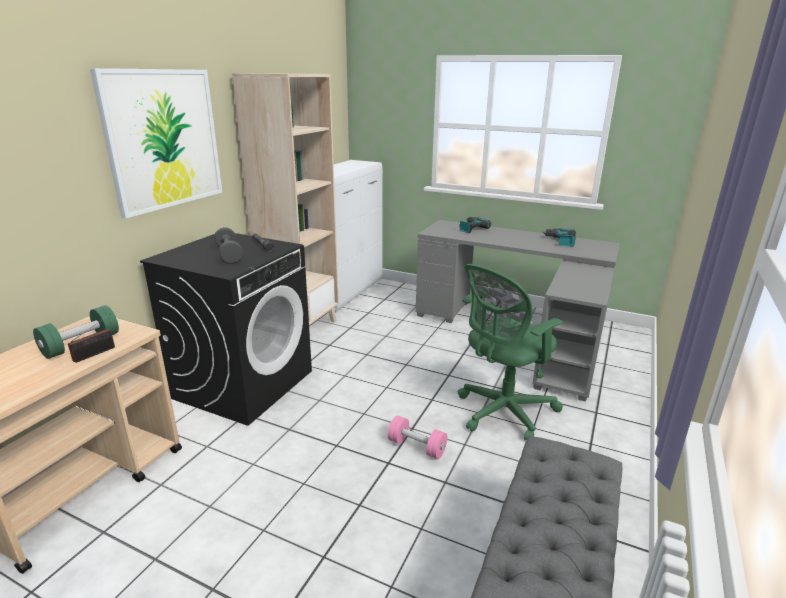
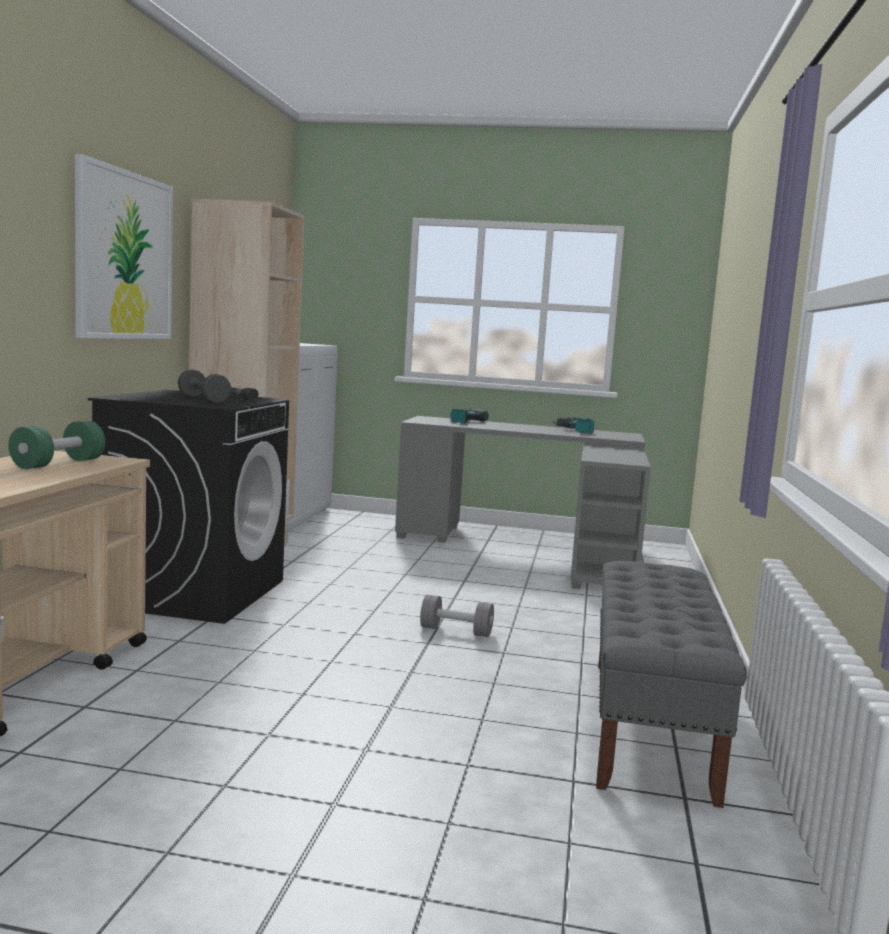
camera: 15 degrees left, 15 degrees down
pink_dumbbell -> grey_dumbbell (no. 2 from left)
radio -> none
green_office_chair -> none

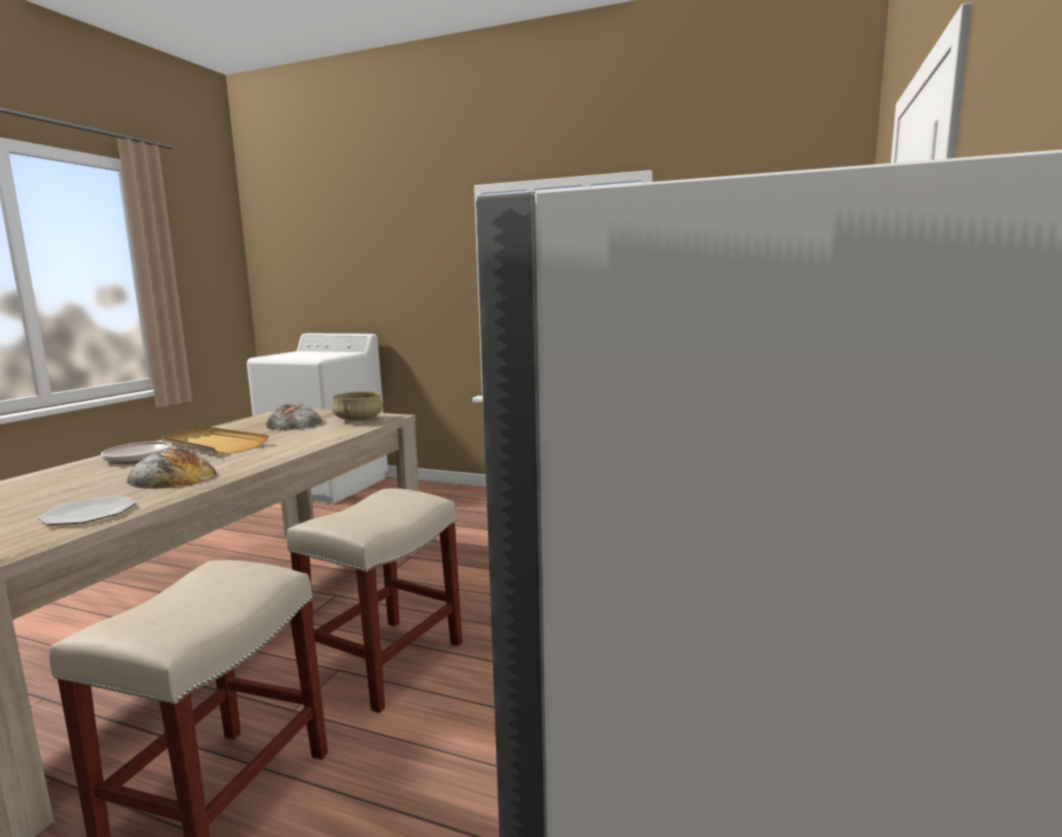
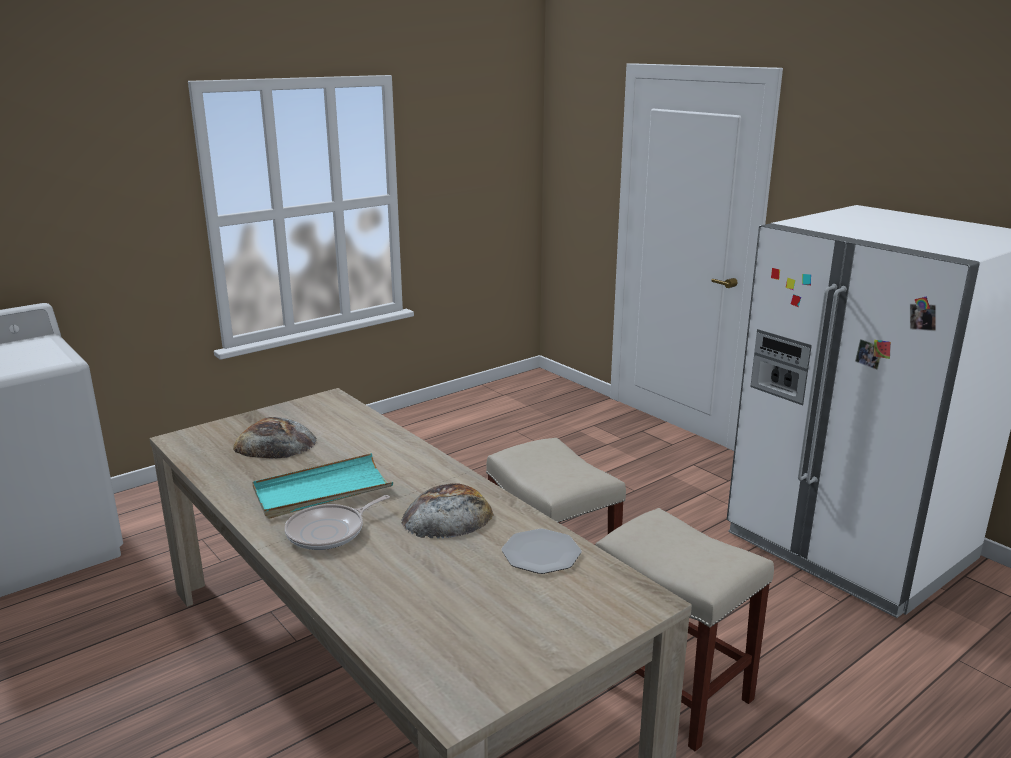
camera: 60 degrees left, 10 degrees up
beige_tray -> turquoise_tray
beige_cooking_pot -> none

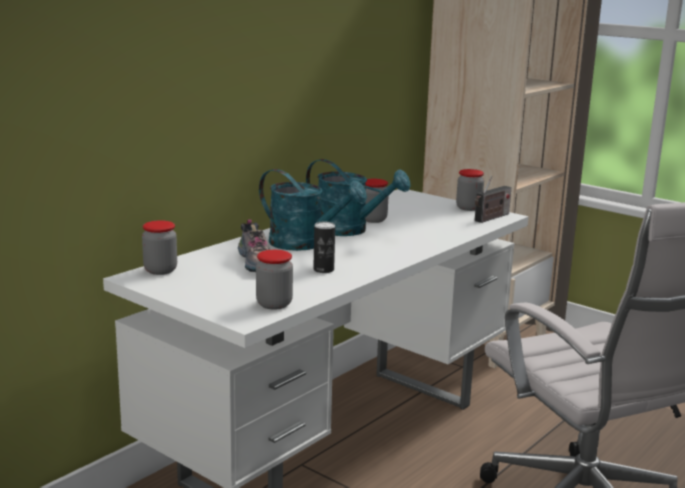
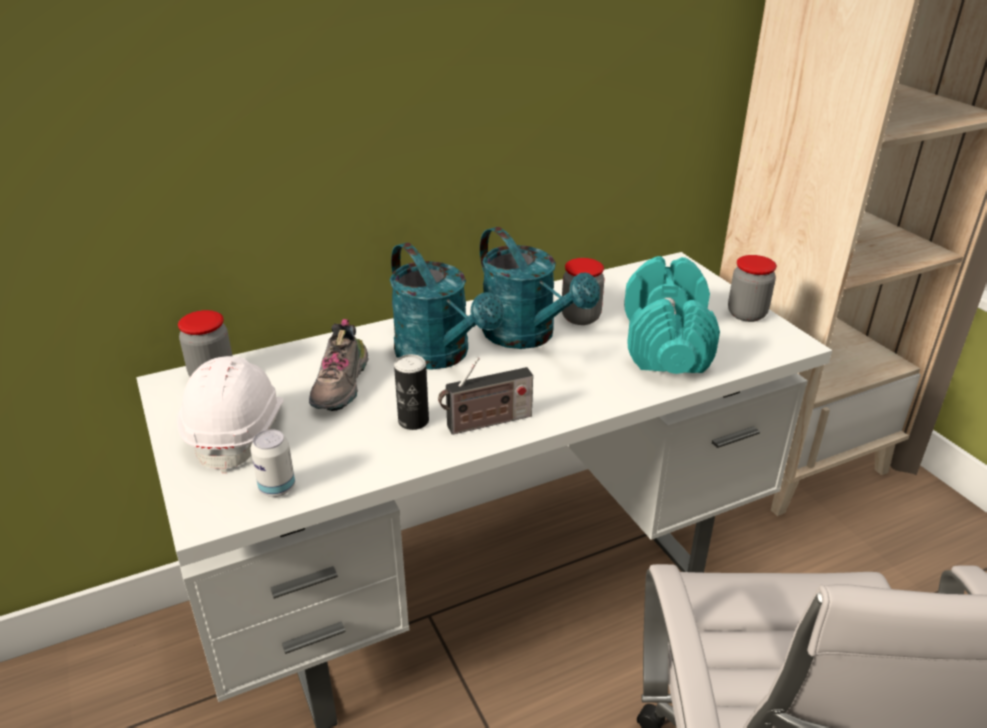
camera: 25 degrees right, 15 degrees up
none -> white_hard_hat
jar (no. 2 from left) -> can (no. 1 from left)
radio, relocated
none -> turquoise_dumbbell

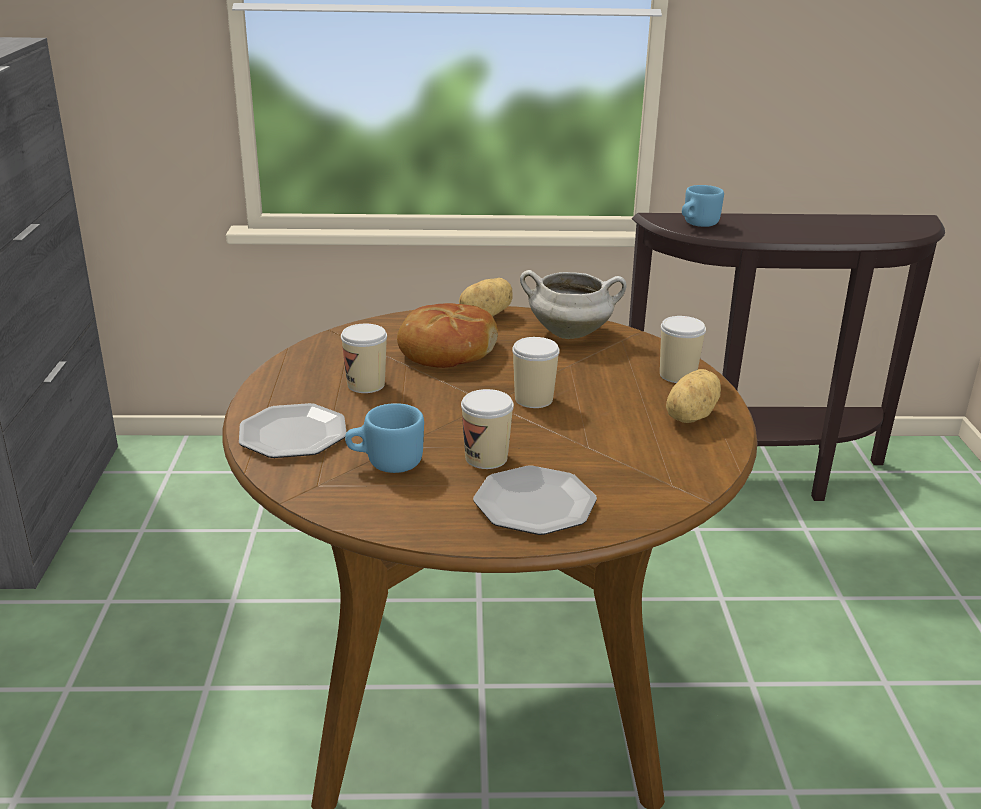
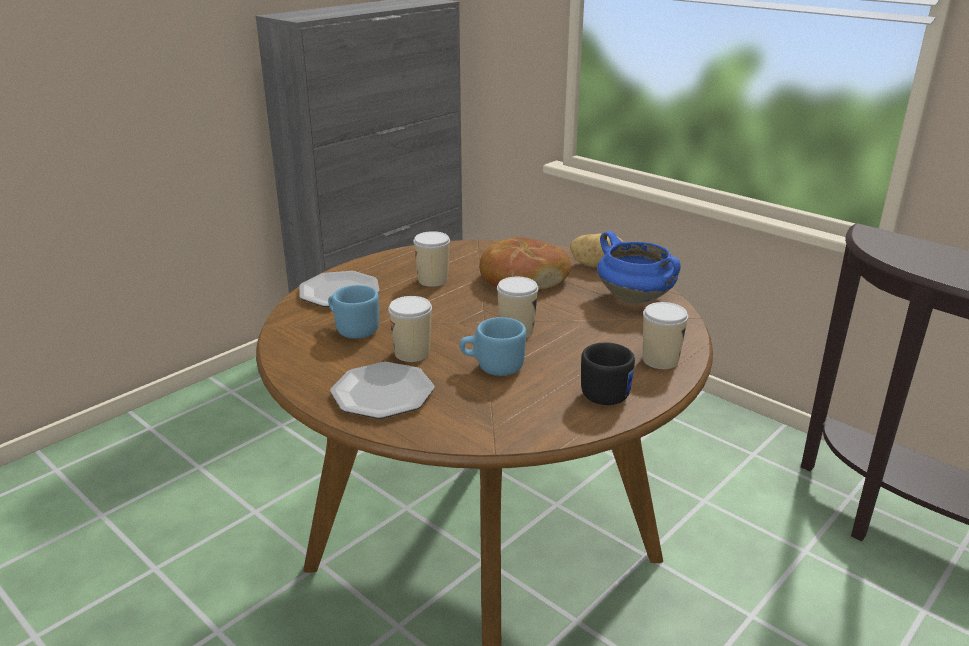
camera: 45 degrees right, 0 degrees up
blue_mug (no. 2 from left), relocated
potato (no. 2 from left) -> black_mug
white_cooking_pot -> blue_cooking_pot

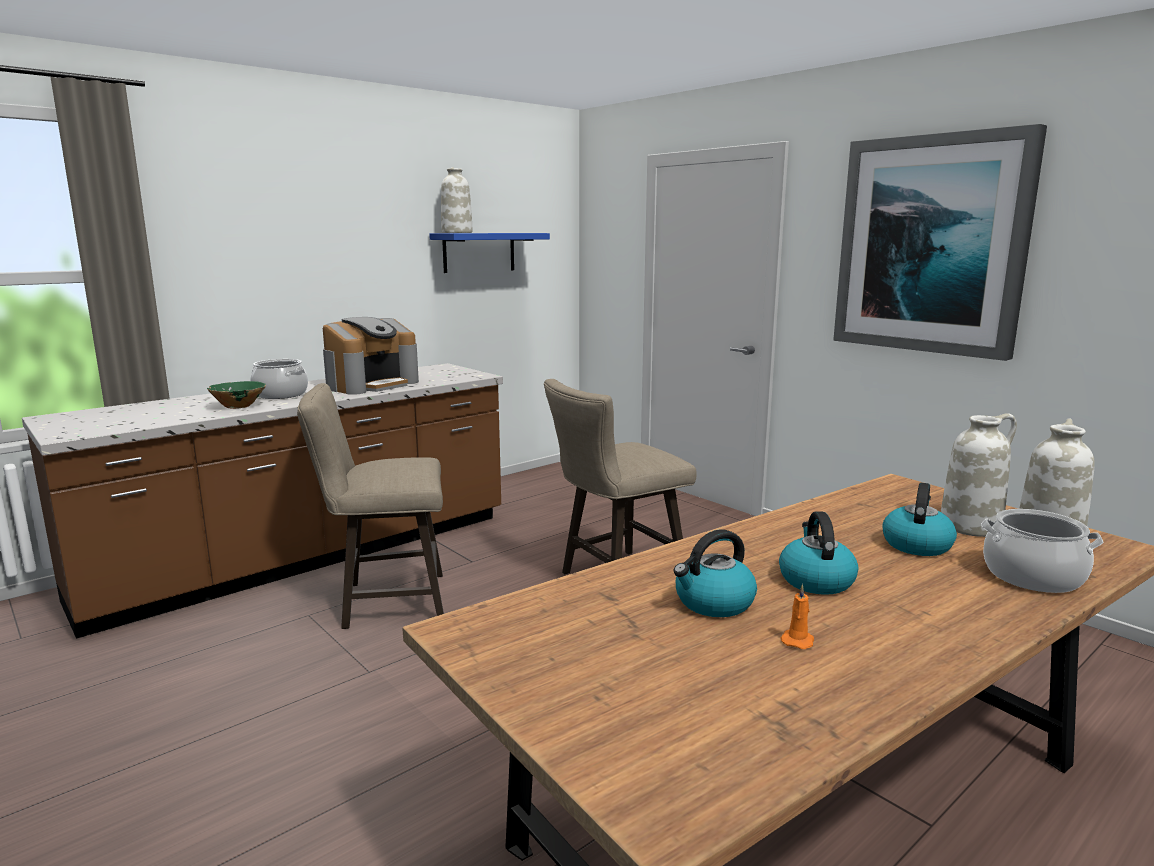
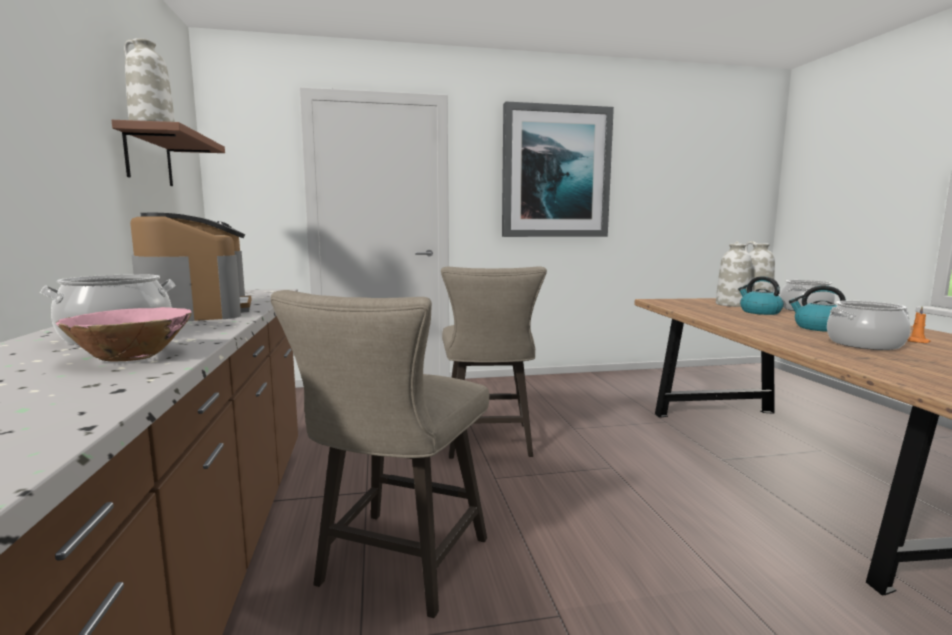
camera: 60 degrees left, 5 degrees down
green_bowl -> pink_bowl
blue_shelf -> brown_shelf
kettle (no. 1 from left) -> cooking_pot (no. 3 from left)

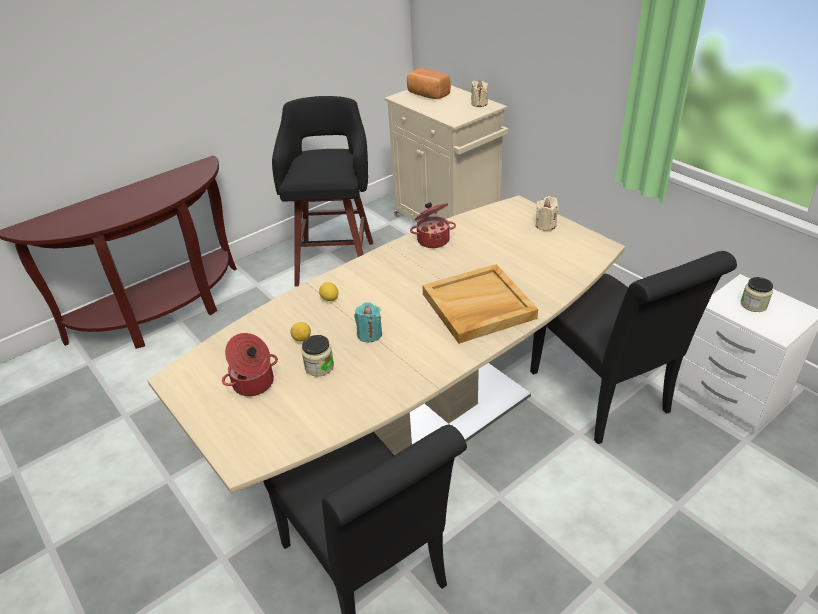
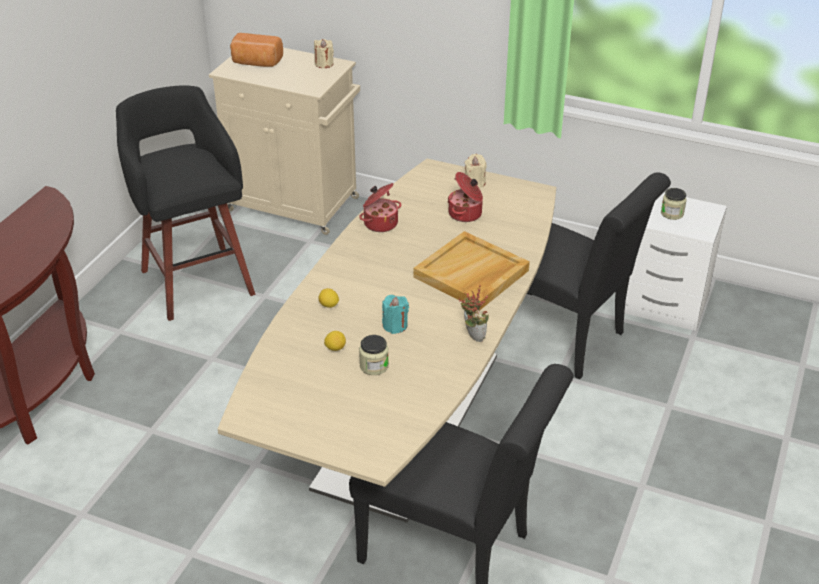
camera: 30 degrees left, 0 degrees up
cooking_pot (no. 1 from left in the first image) -> cooking_pot (no. 2 from left), relocated
none -> potted_plant

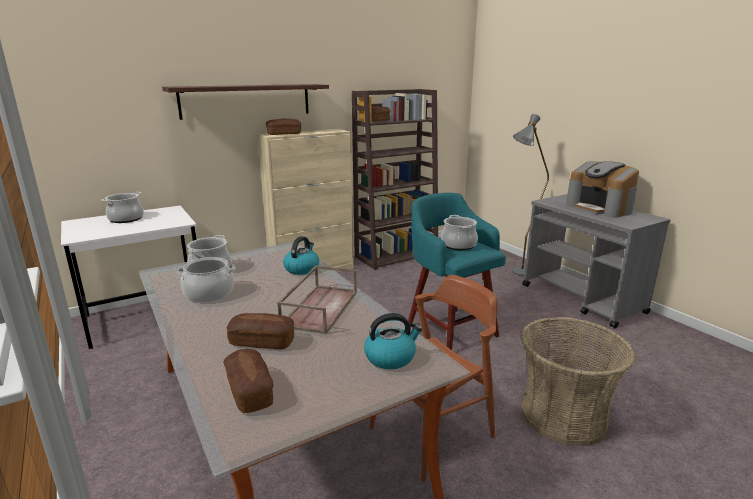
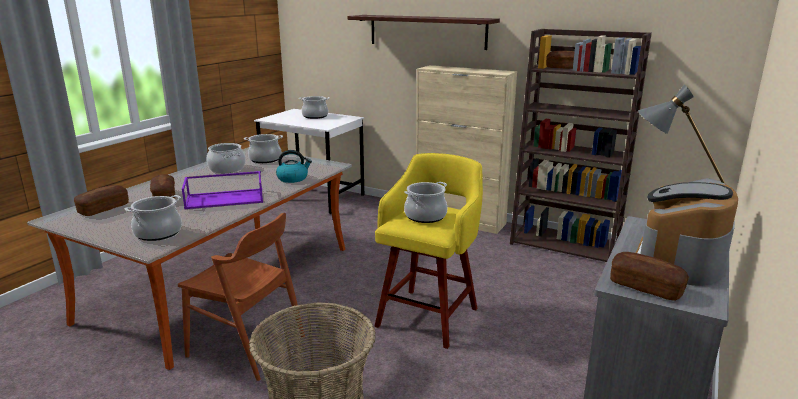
camera: 60 degrees right, 0 degrees up
kettle (no. 2 from left) -> cooking_pot (no. 1 from left)
brown_tray -> purple_tray
turquoise_stool -> yellow_stool
bread (no. 3 from left in the first image) -> bread (no. 4 from left), relocated

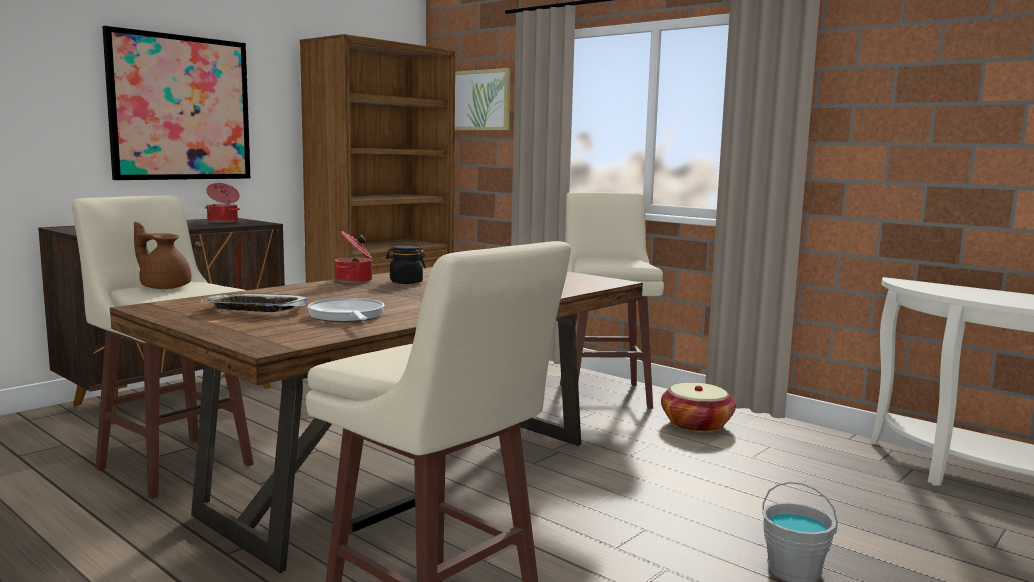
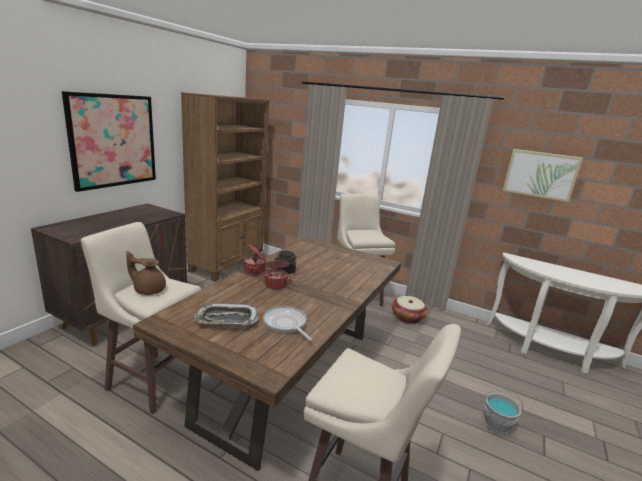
camera: 15 degrees left, 10 degrees up
cooking_pot (no. 1 from left in the first image) -> cooking_pot (no. 2 from left), relocated
picture (no. 2 from left), relocated

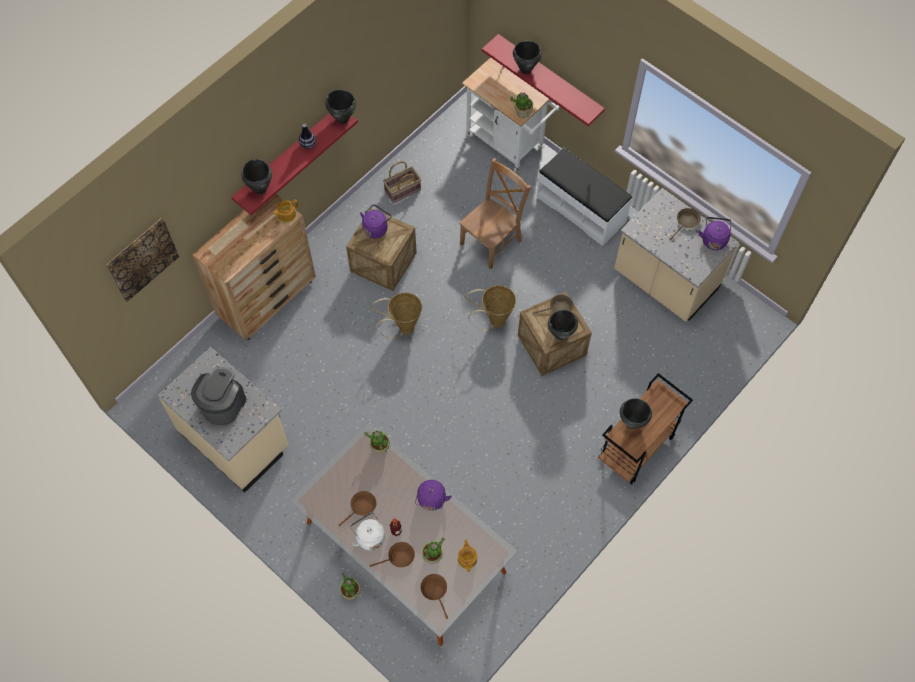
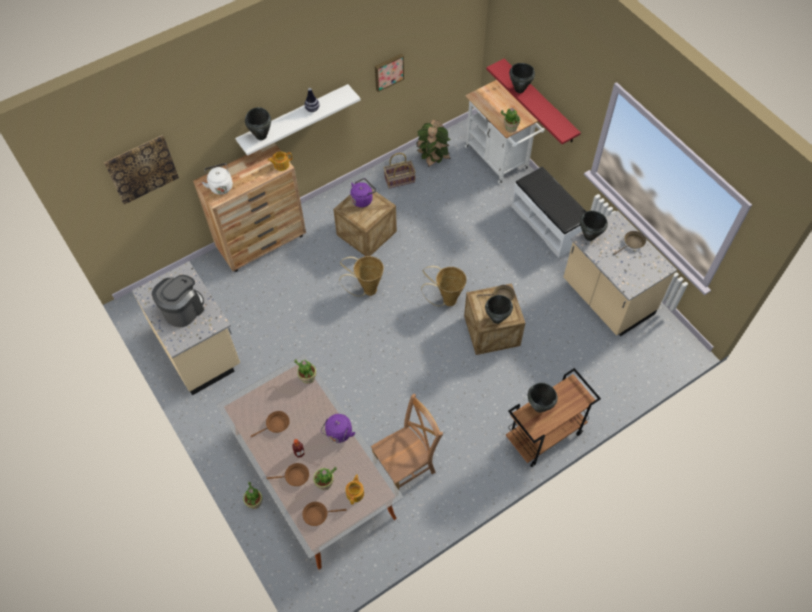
camera: 15 degrees right, 5 degrees down
white_kettle, relocated
red_shelf (no. 1 from left) -> white_shelf
brown_frying_pan (no. 3 from left), 90 degrees counterclockwise
brown_chair, relocated
none -> picture (no. 2 from left)
none -> potted_plant (no. 4 from left)
black_cooking_pot (no. 2 from left in the first image) -> black_cooking_pot (no. 5 from left), relocated
purple_kettle (no. 3 from left) -> none

